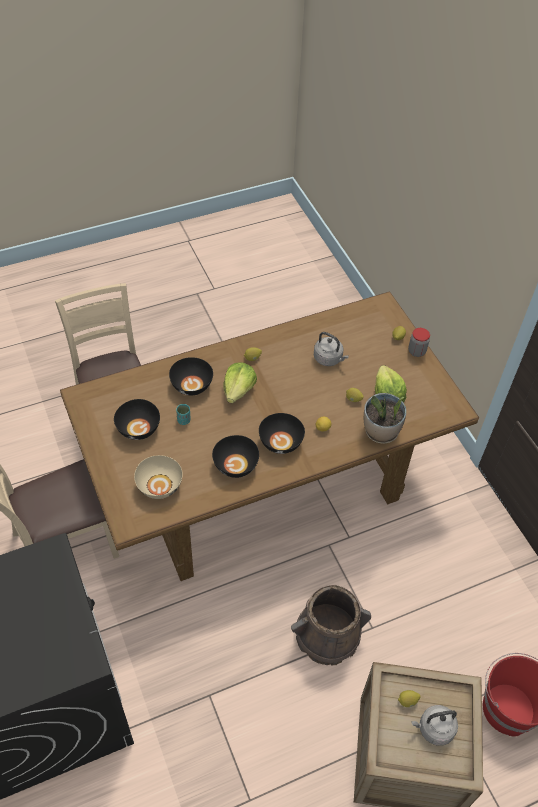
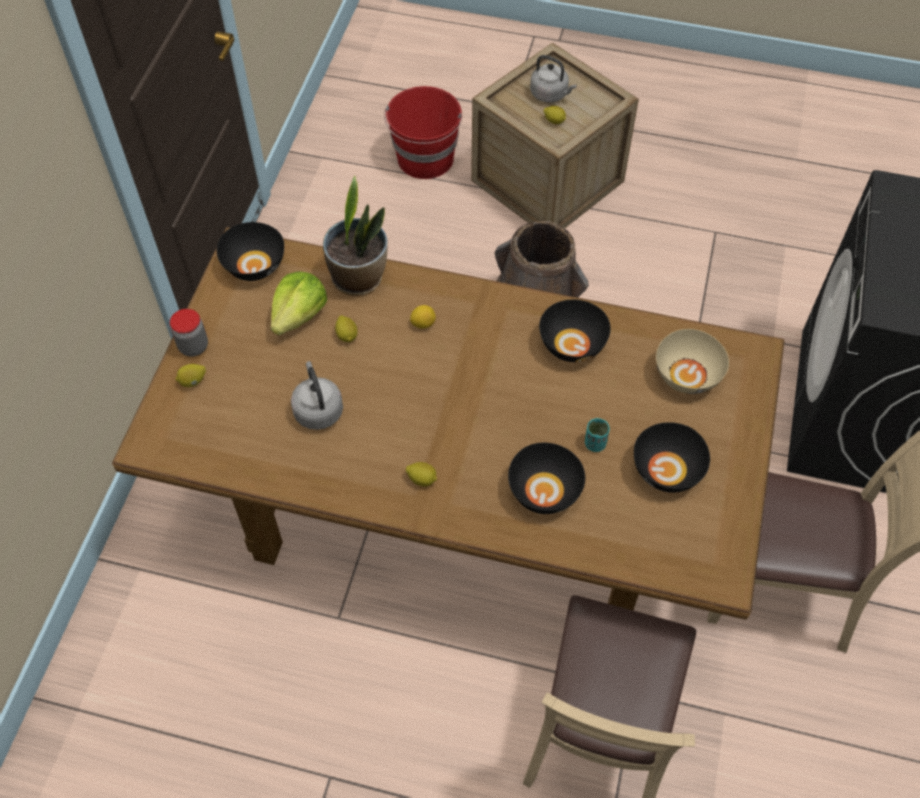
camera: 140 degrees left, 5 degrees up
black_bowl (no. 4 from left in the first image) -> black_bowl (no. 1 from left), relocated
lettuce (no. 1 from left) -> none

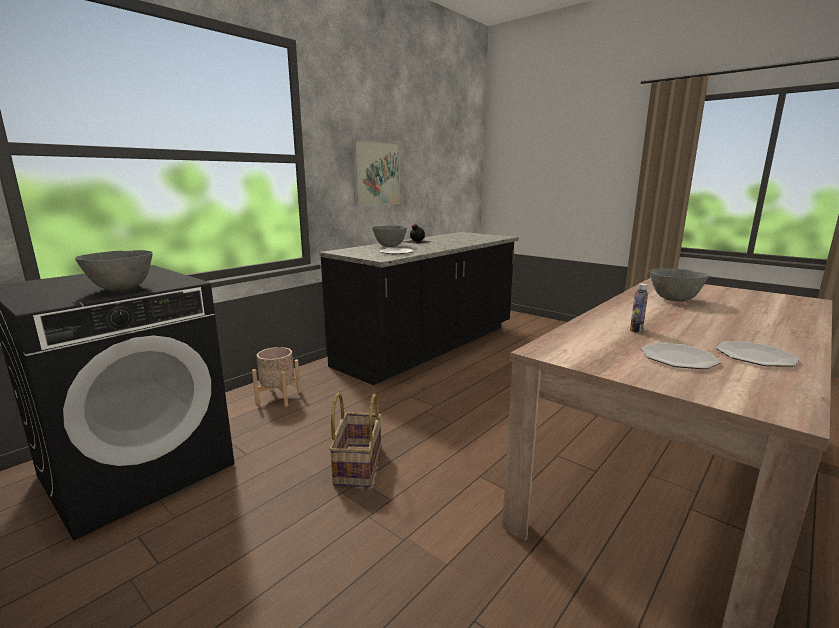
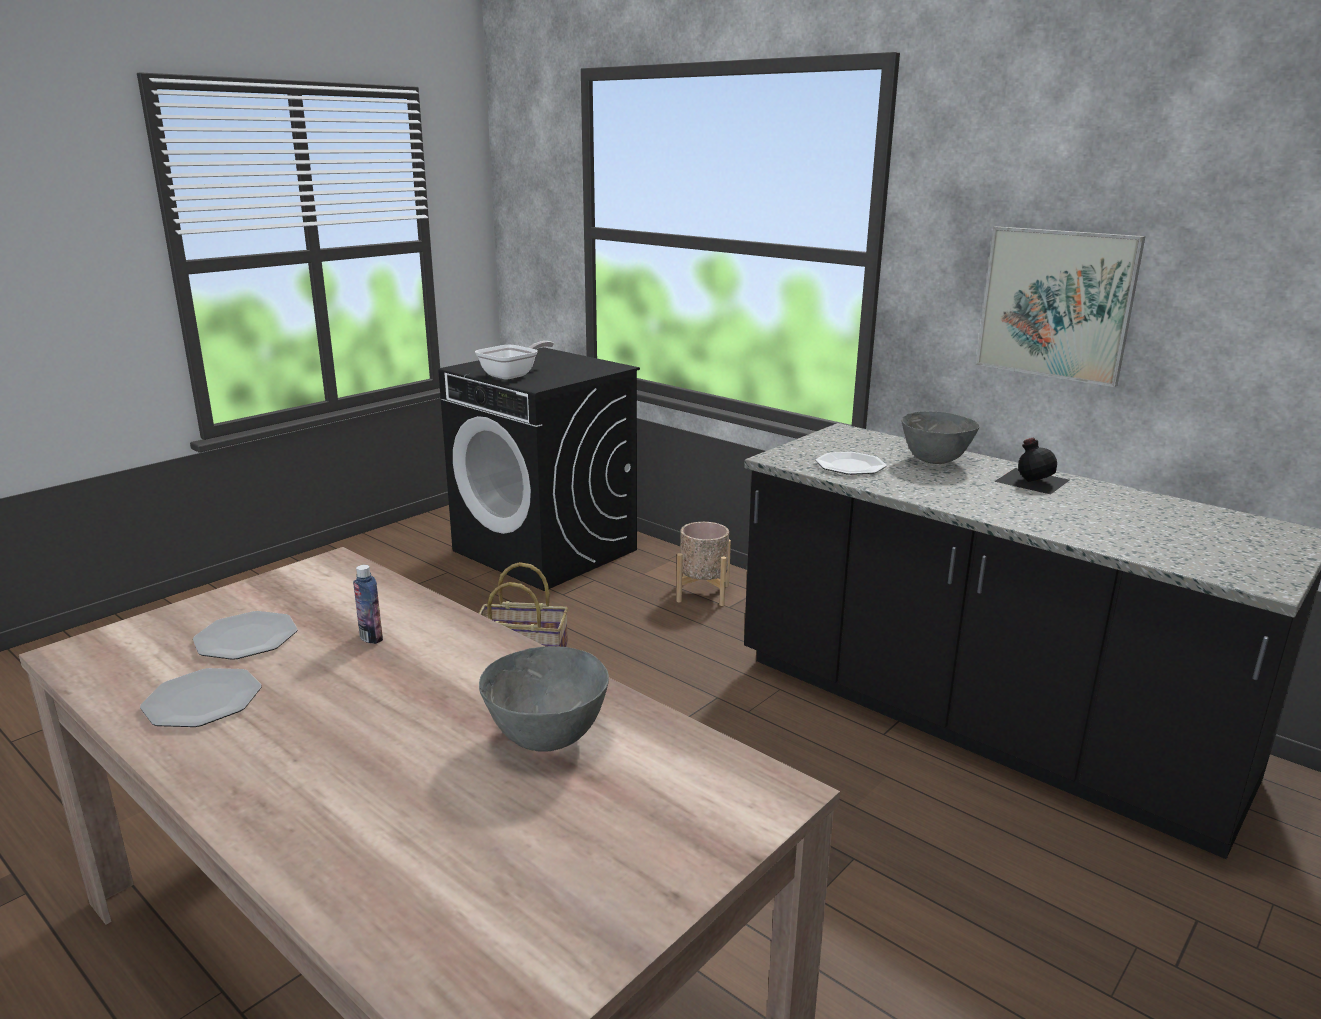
camera: 90 degrees right, 5 degrees up
grey_bowl (no. 1 from left) -> frying_pan

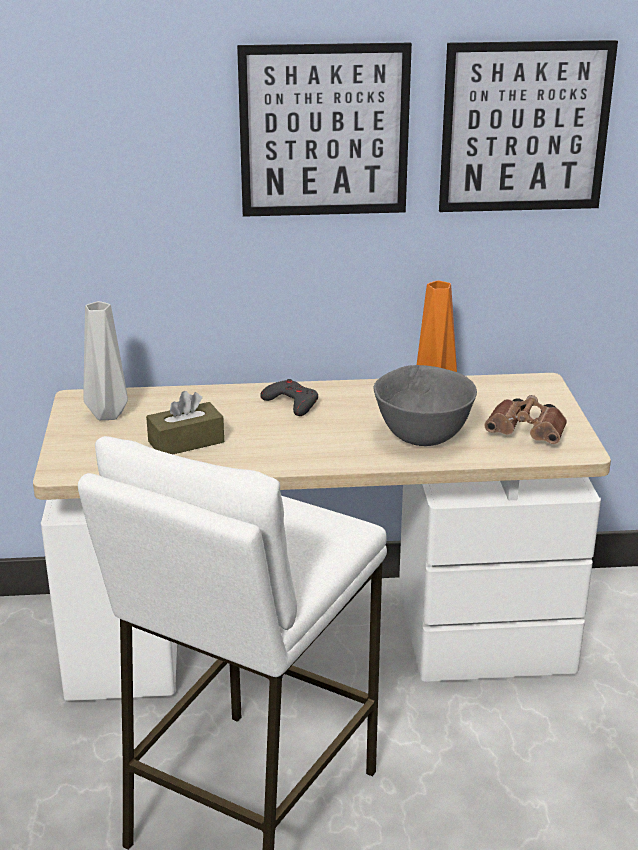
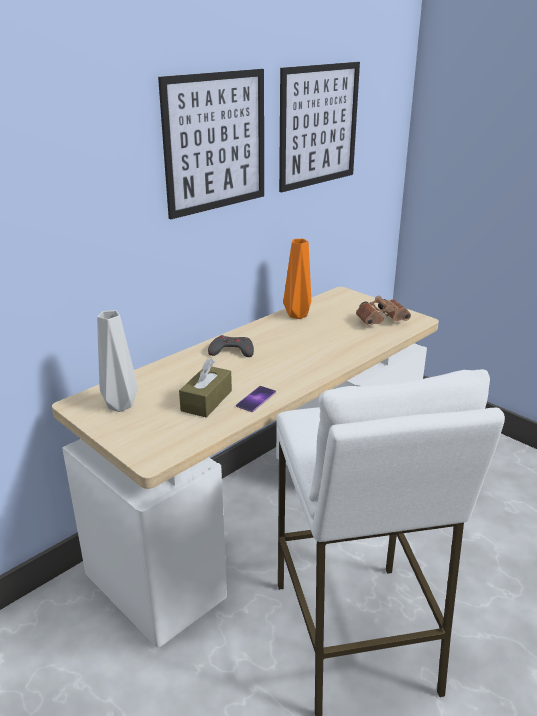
camera: 40 degrees left, 0 degrees up
none -> phone
grey_bowl -> none

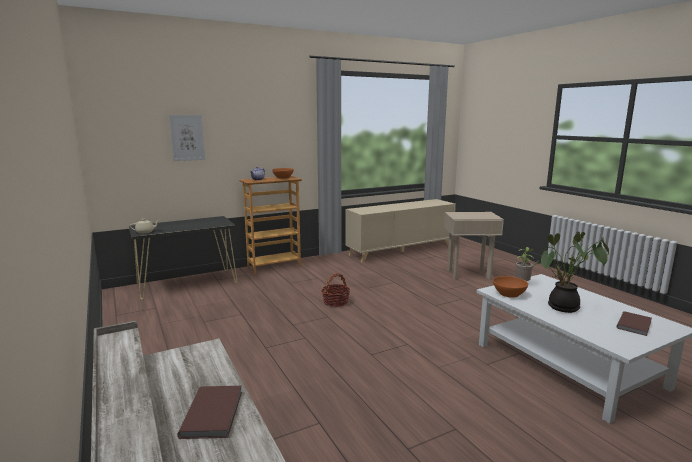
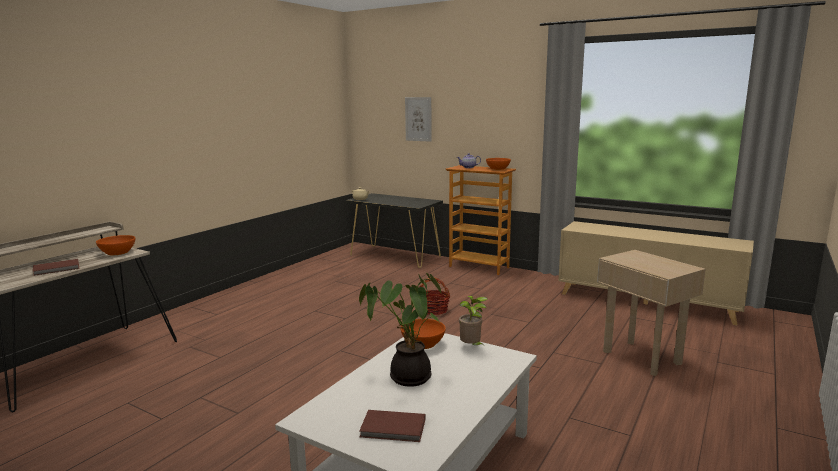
camera: 60 degrees right, 0 degrees up
none -> orange_bowl (no. 1 from left)

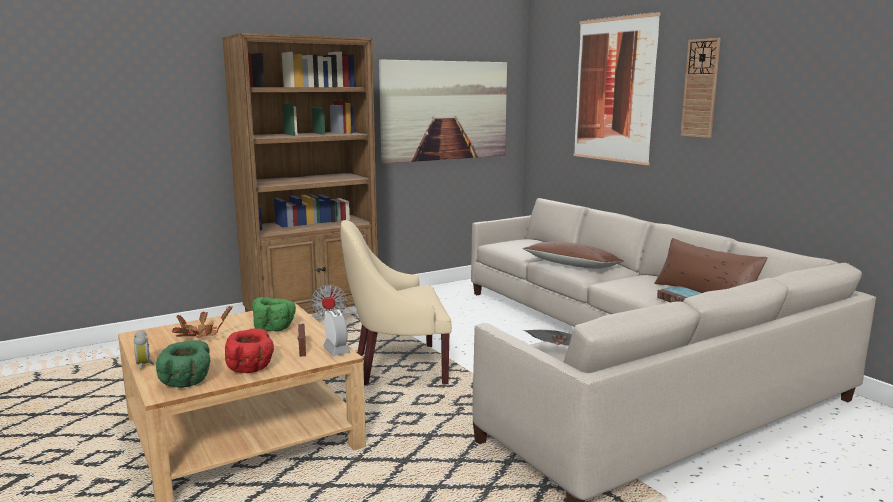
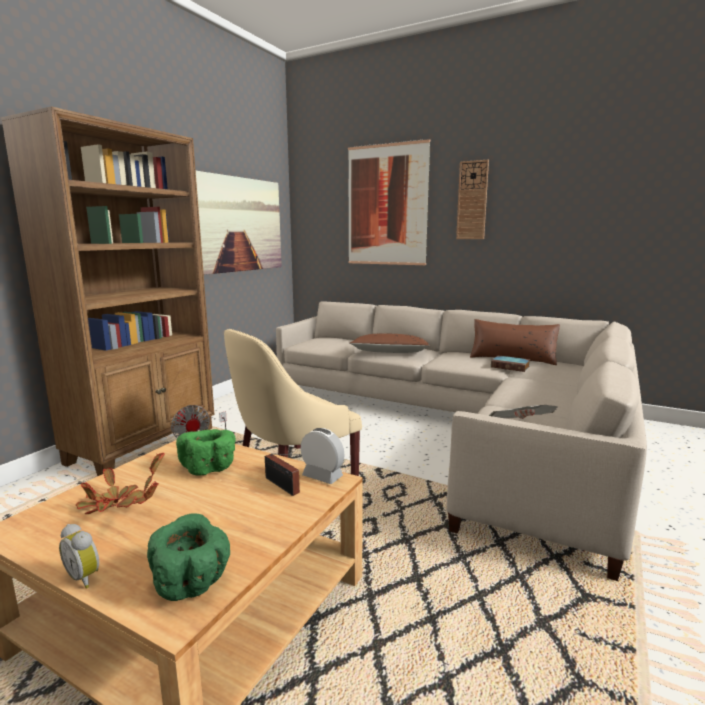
camera: 30 degrees left, 0 degrees up
red_bowl -> none

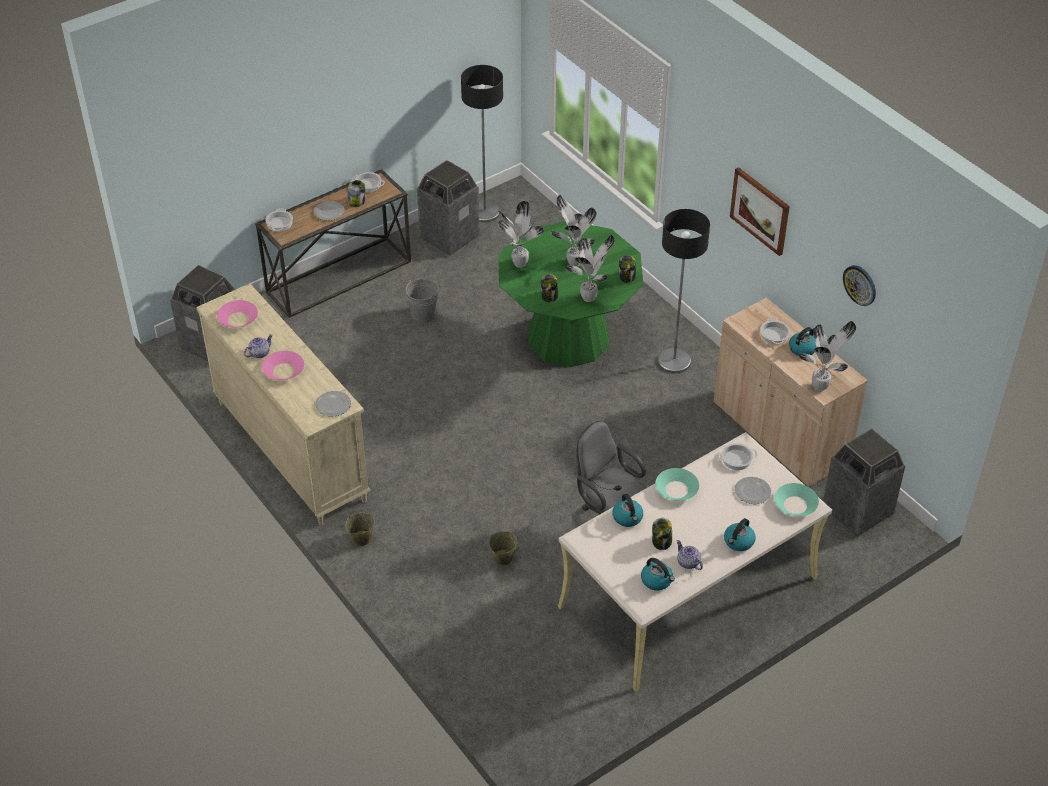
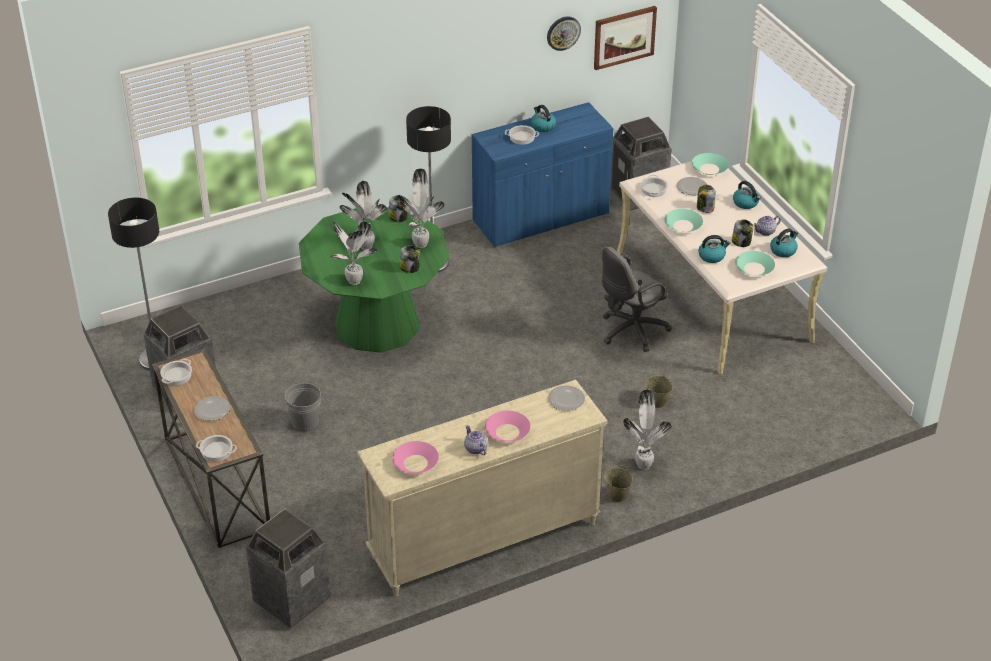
camera: 80 degrees left, 5 degrees down
beige_cabinet -> blue_cabinet
picture, relocated
potted_plant (no. 4 from left), relocated
jar (no. 1 from left in the first image) -> jar (no. 3 from left), relocated
none -> turquoise_bowl (no. 3 from left)

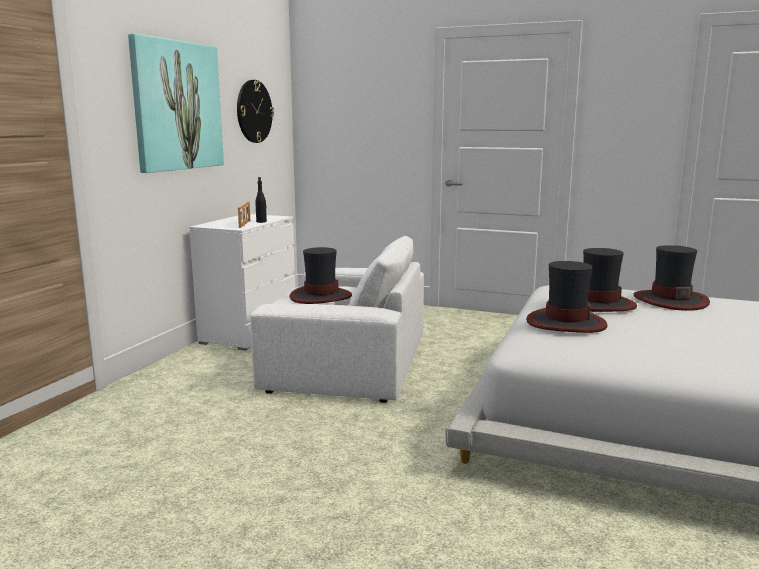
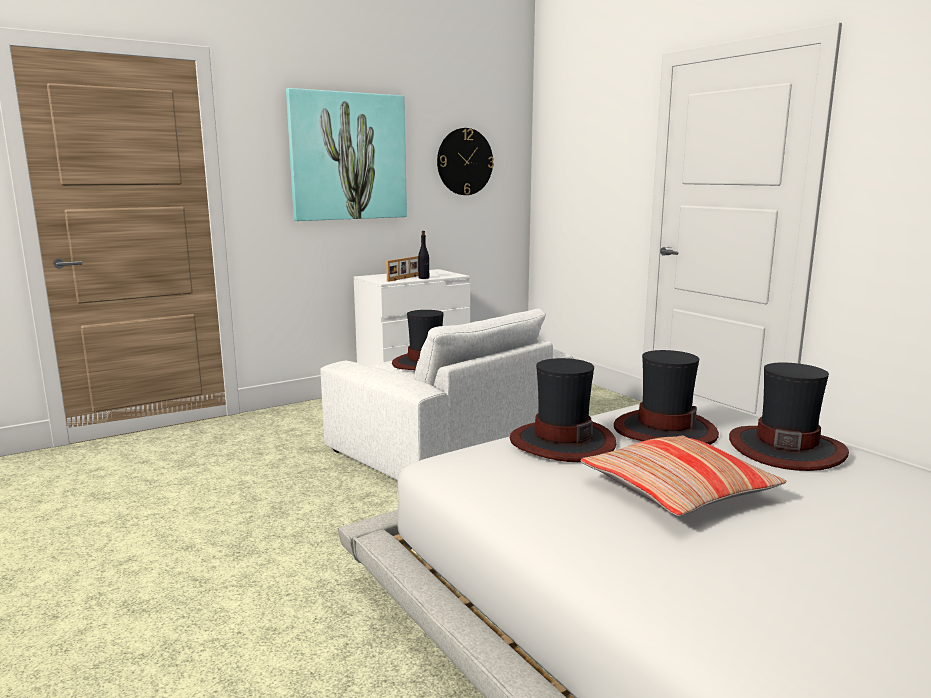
camera: 35 degrees right, 0 degrees up
none -> pillow

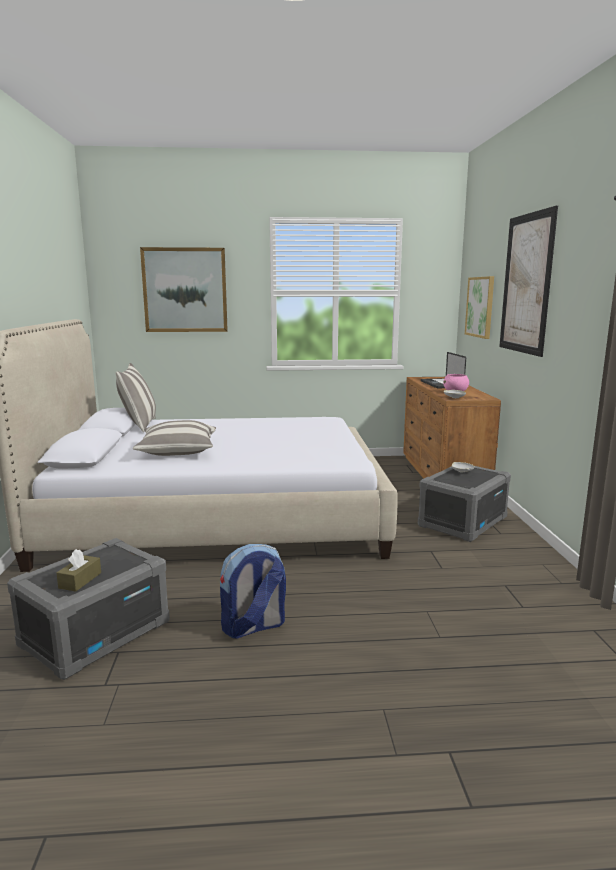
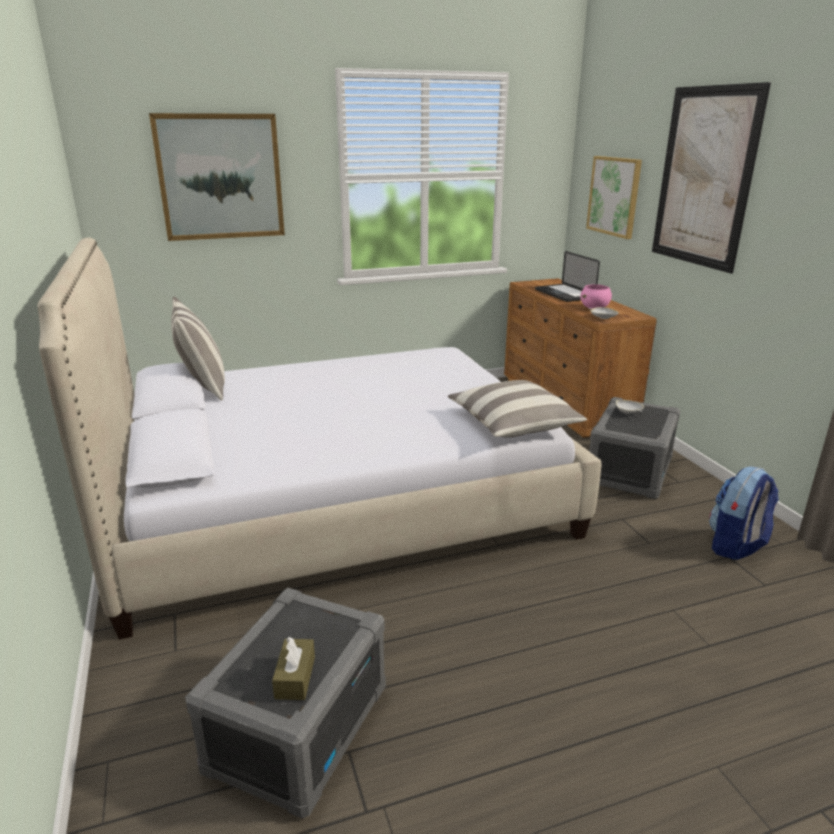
camera: 15 degrees left, 10 degrees up
pillow (no. 2 from left), relocated
backpack, relocated

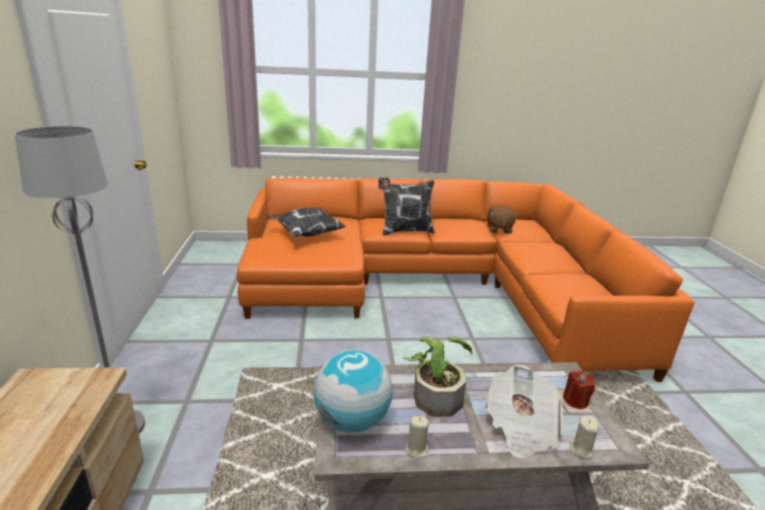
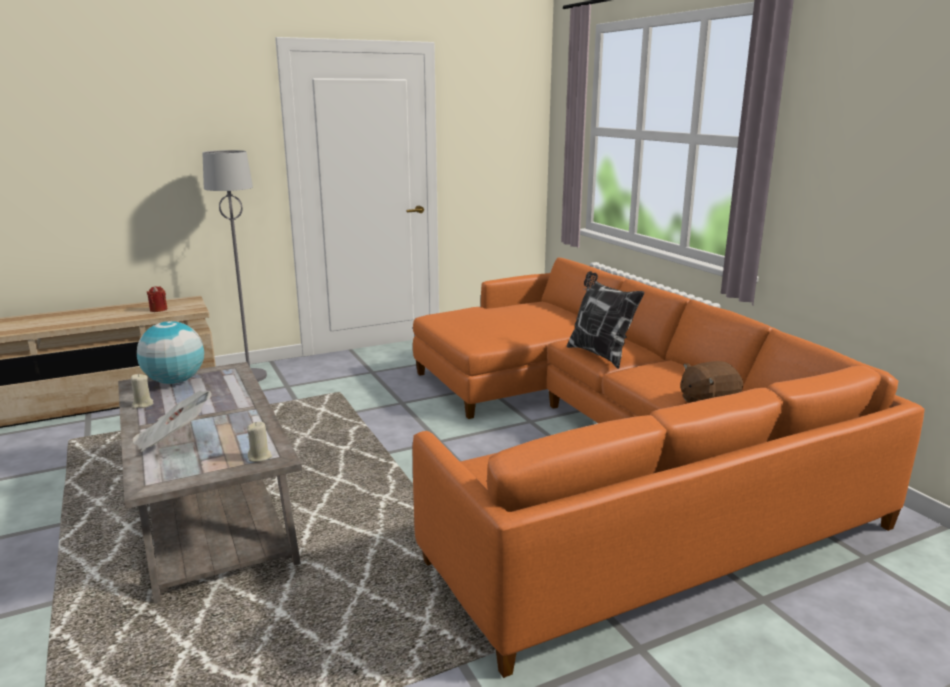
camera: 70 degrees right, 5 degrees down
red_candle, relocated
beige_candle (no. 2 from left), relocated
pillow (no. 1 from left) -> none
potted_plant -> none

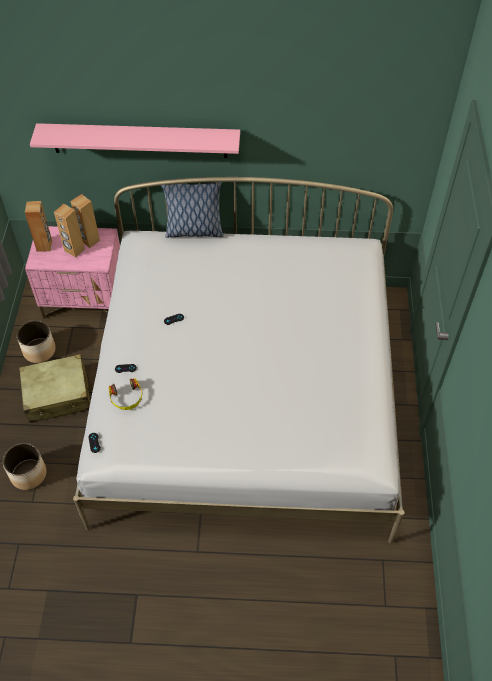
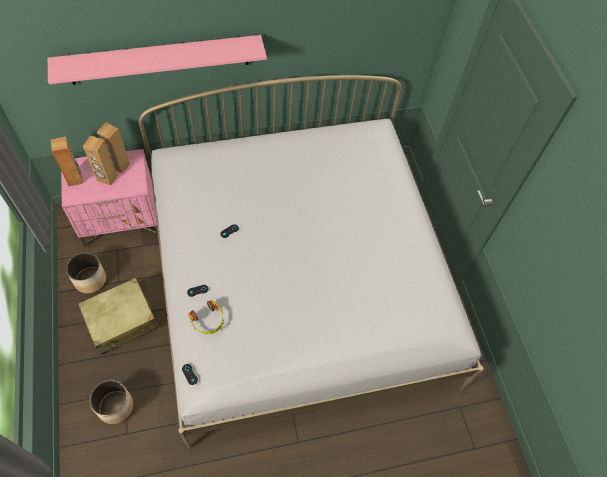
camera: 20 degrees left, 5 degrees up
pillow -> none

